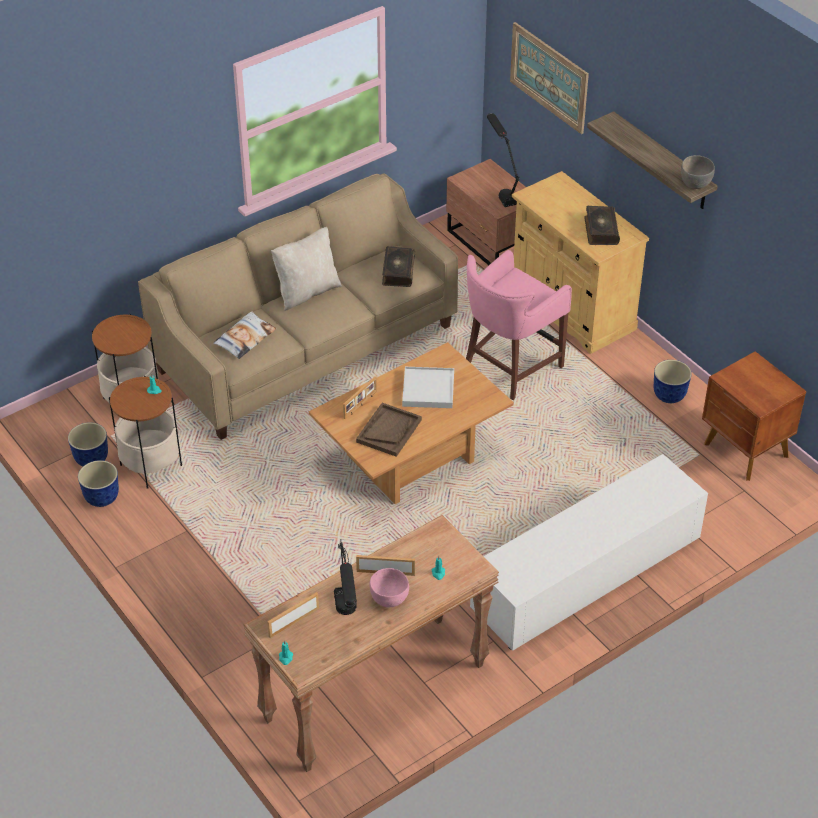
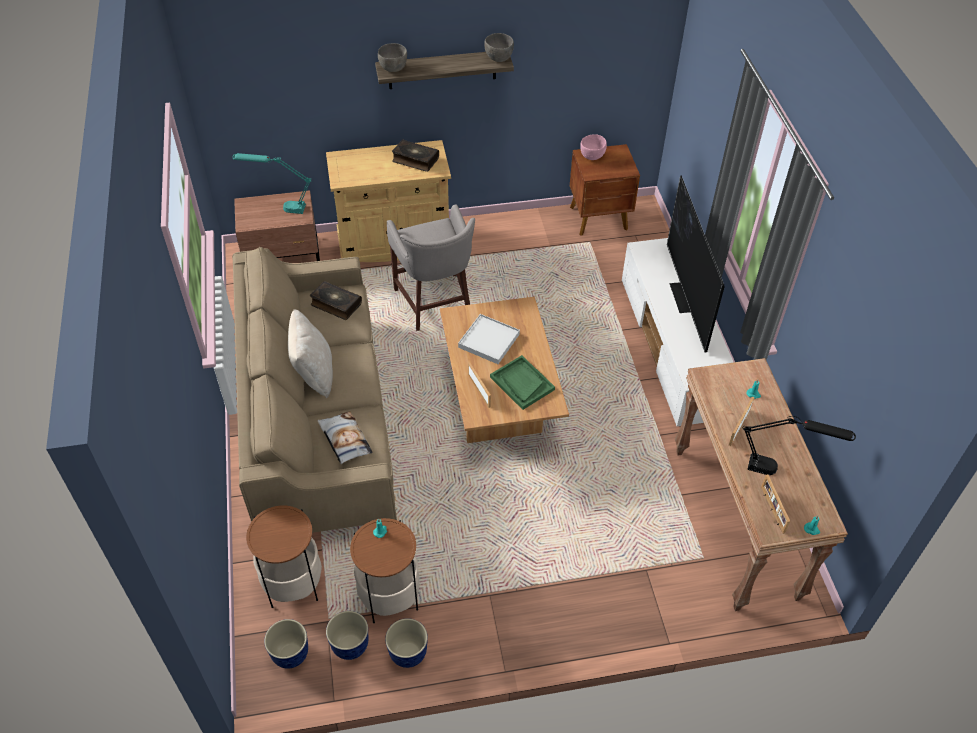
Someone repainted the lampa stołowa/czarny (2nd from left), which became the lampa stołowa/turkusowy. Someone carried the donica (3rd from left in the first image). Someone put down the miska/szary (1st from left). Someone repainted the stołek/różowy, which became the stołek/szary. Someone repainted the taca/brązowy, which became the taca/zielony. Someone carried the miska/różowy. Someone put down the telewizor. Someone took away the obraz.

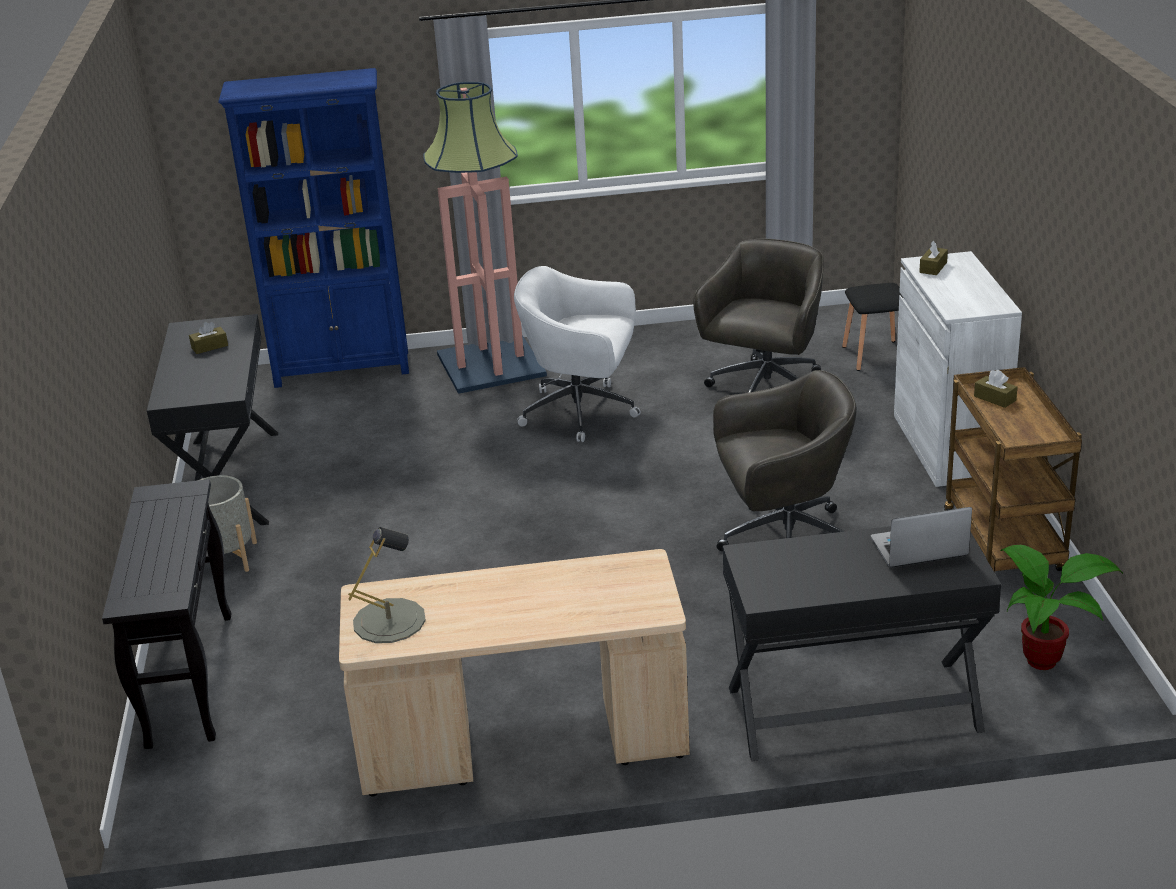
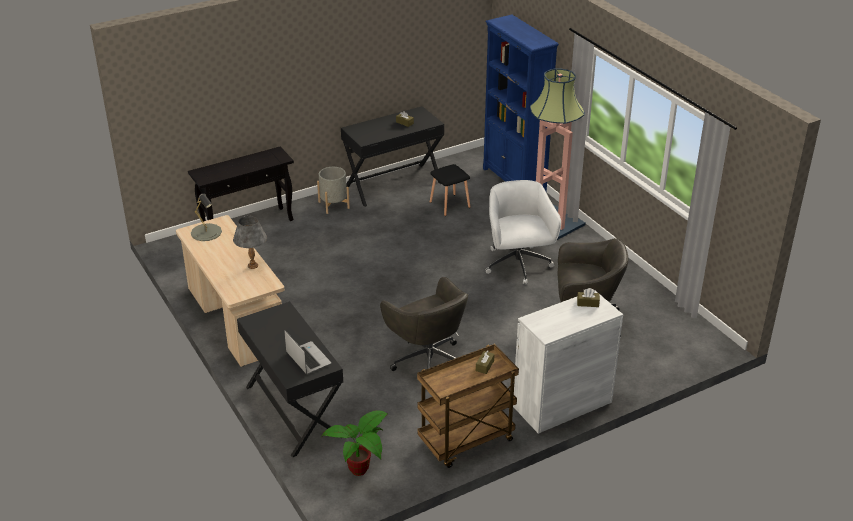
Someone put down the lampa stołowa/szary (2nd from left). Someone carried the stołek/czarny.

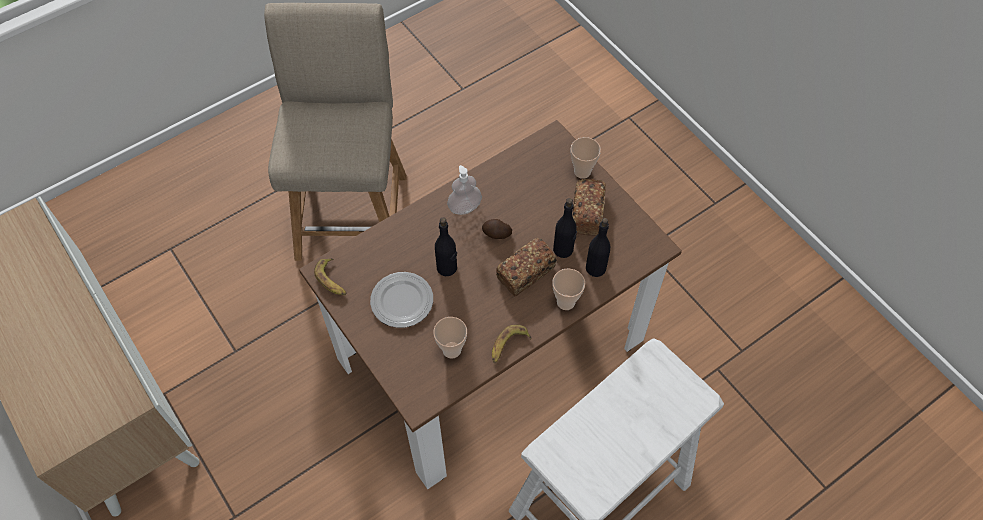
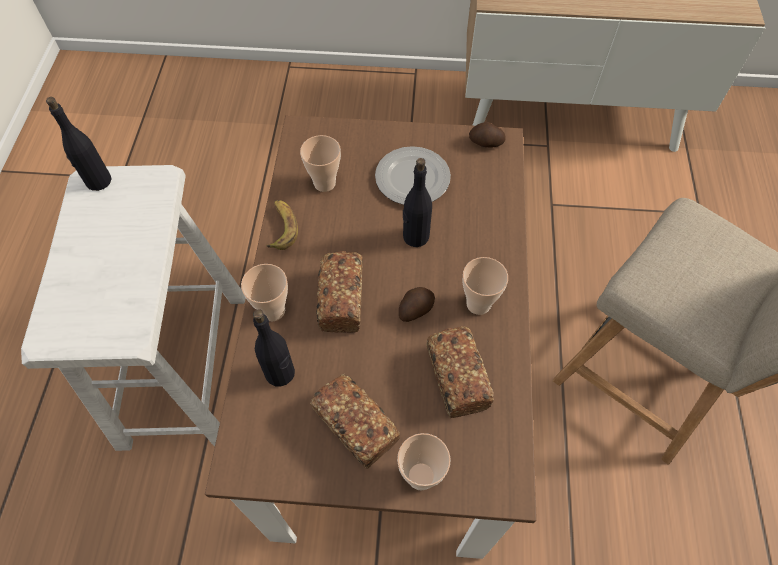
Someone carried the butelka/czarny (2nd from left in the first image). Someone put down the chleb (3rd from left). Someone swapped the dozownik mydła for the filiżanka (4th from left). Someone swapped the banan (1st from left) for the ziemniak (2nd from left).

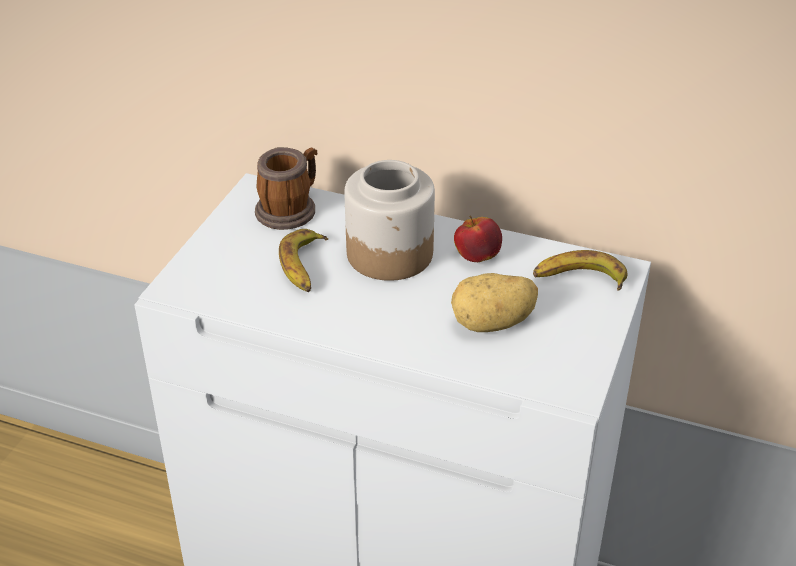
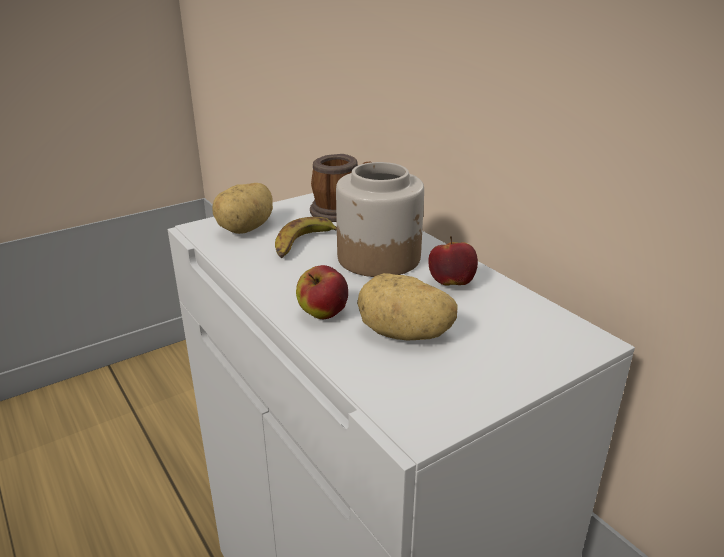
Someone put down the ziemniak (1st from left). Someone put down the jabłko (1st from left). Someone took away the banan (2nd from left).

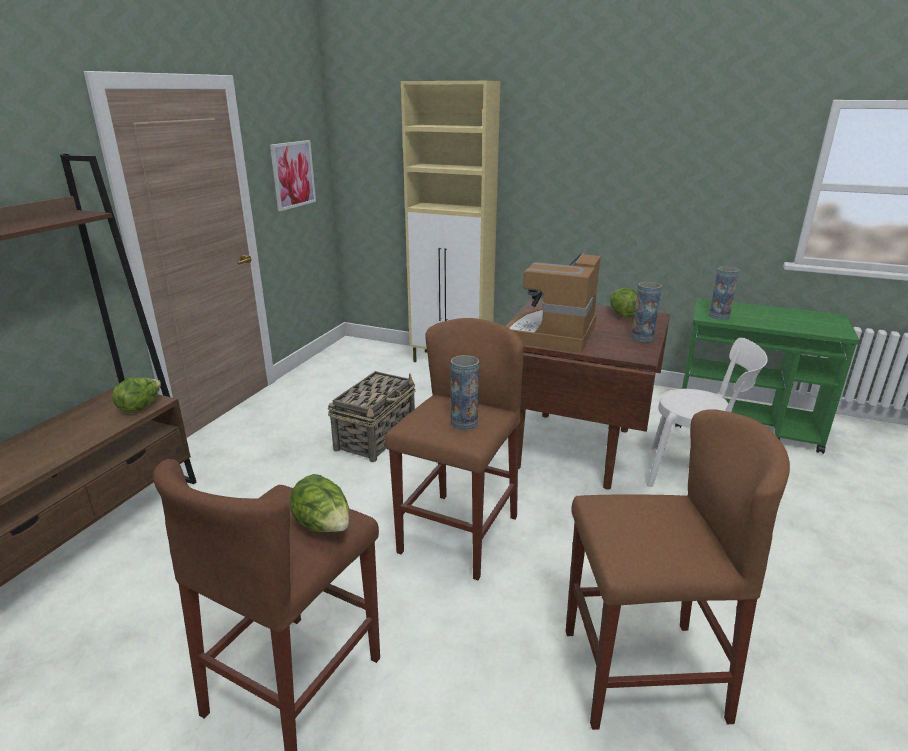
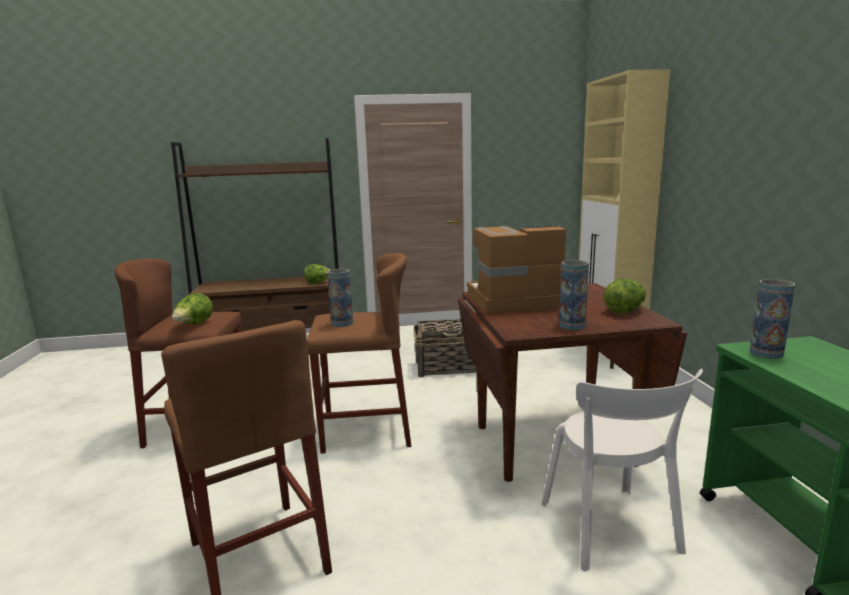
Someone took away the obraz.

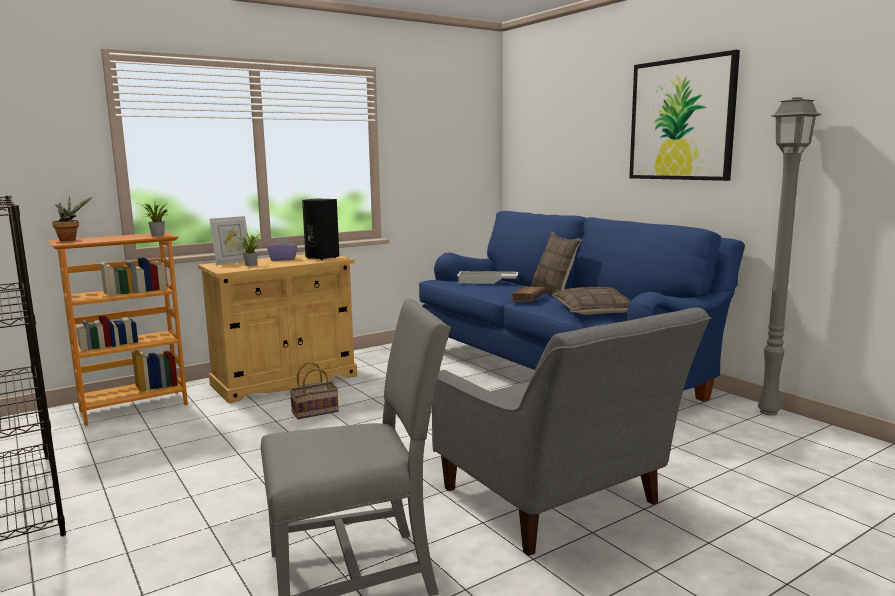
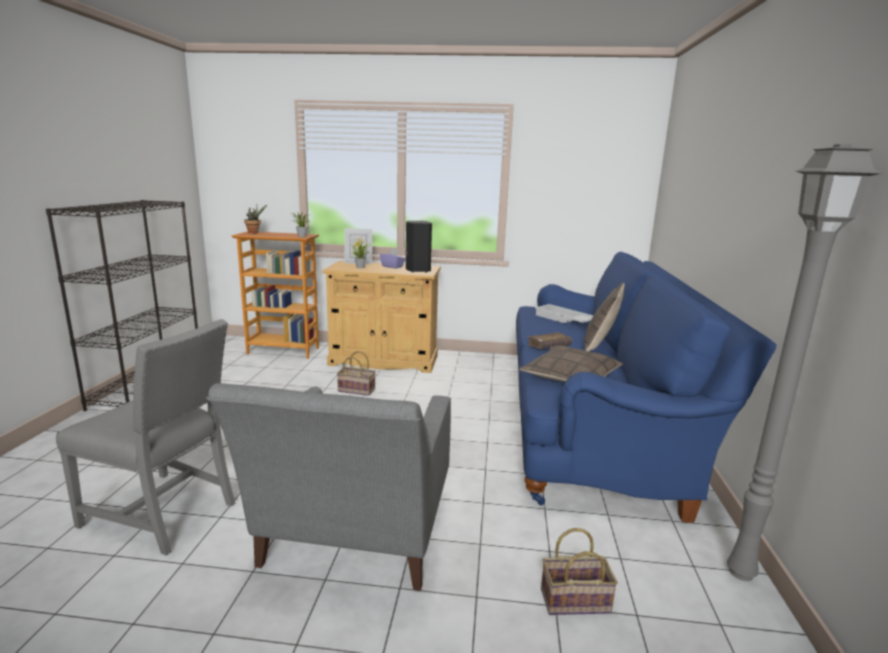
Someone put down the koszyk (2nd from left). Someone took away the obraz.

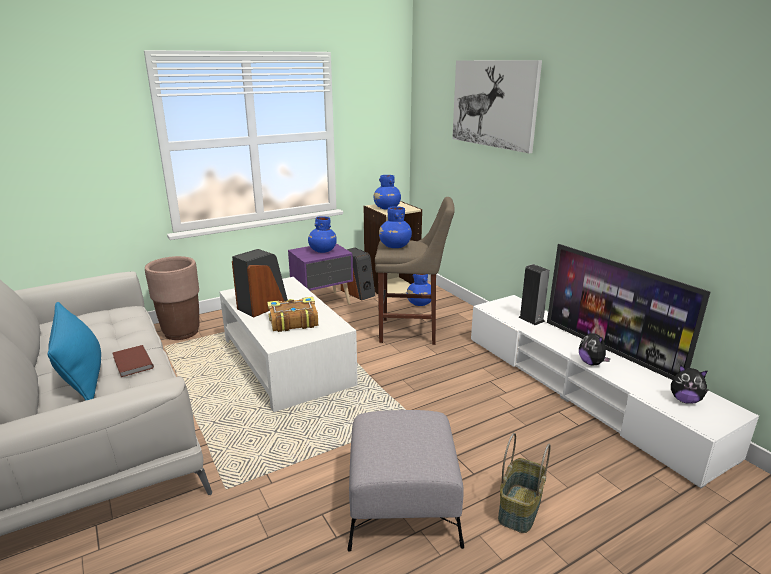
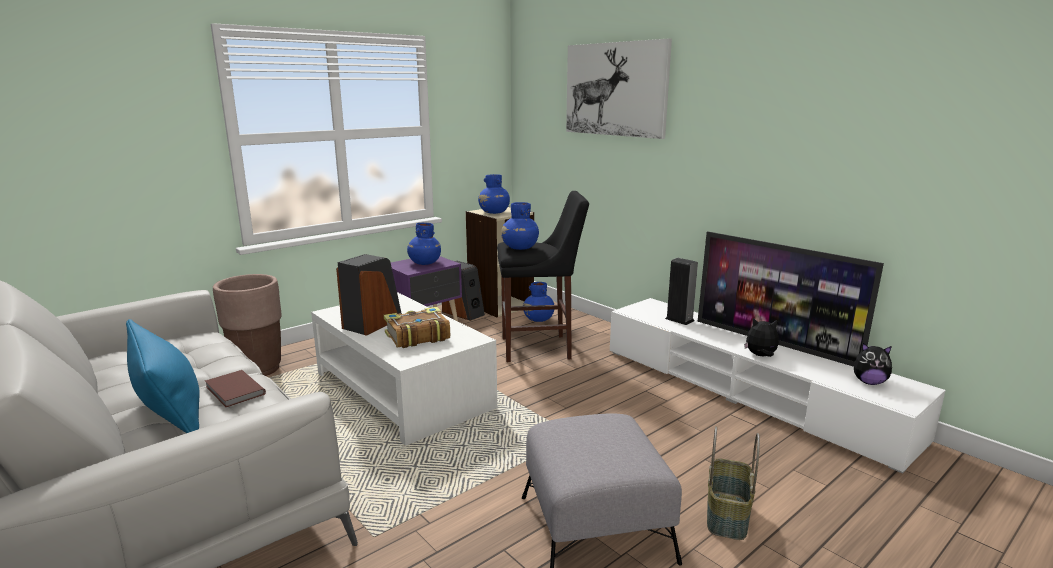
Someone repainted the stołek/beżowy, which became the stołek/czarny. Someone rotated the pluszak (1st from left) by 135 degrees clockwise.

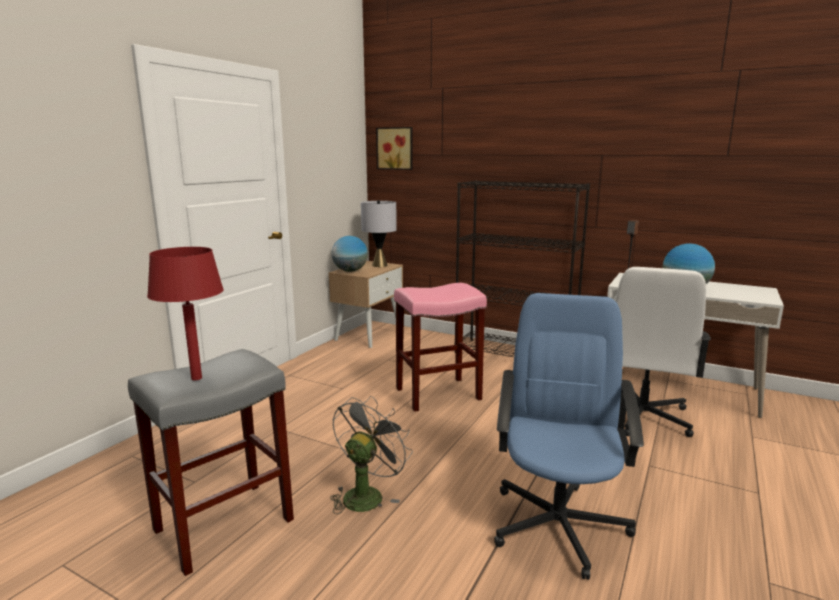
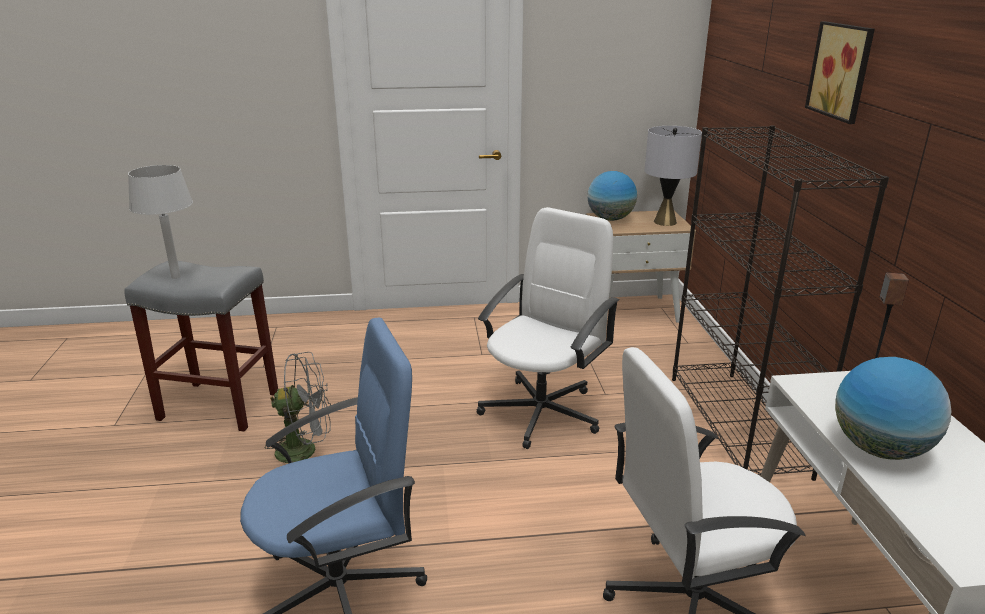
Someone repainted the lampa stołowa/czerwony, which became the lampa stołowa/szary (1st from left). Someone swapped the stołek/różowy for the krzesło biurowe/biały (1st from left). Someone carried the obraz.

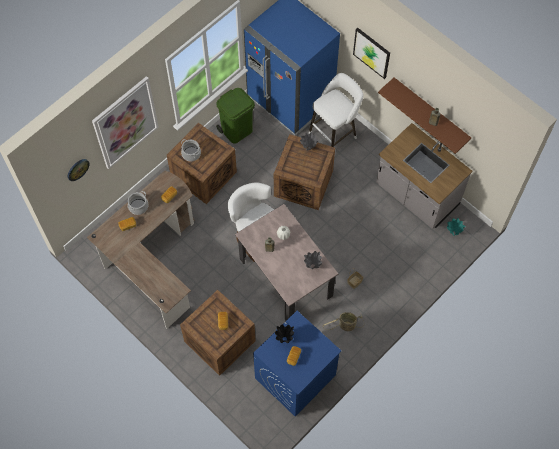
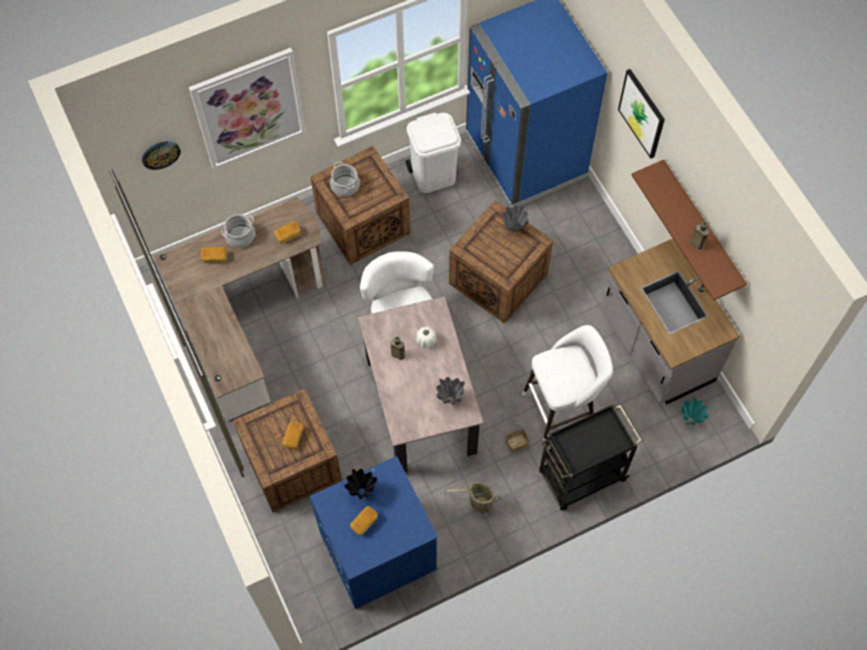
Someone repainted the kosz na śmieci/zielony, which became the kosz na śmieci/biały. Someone carried the stołek/biały. Someone put down the wózek/czarny.

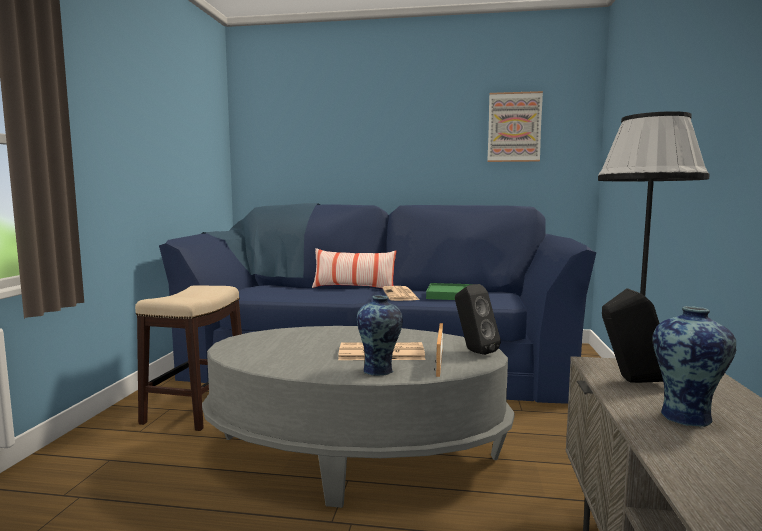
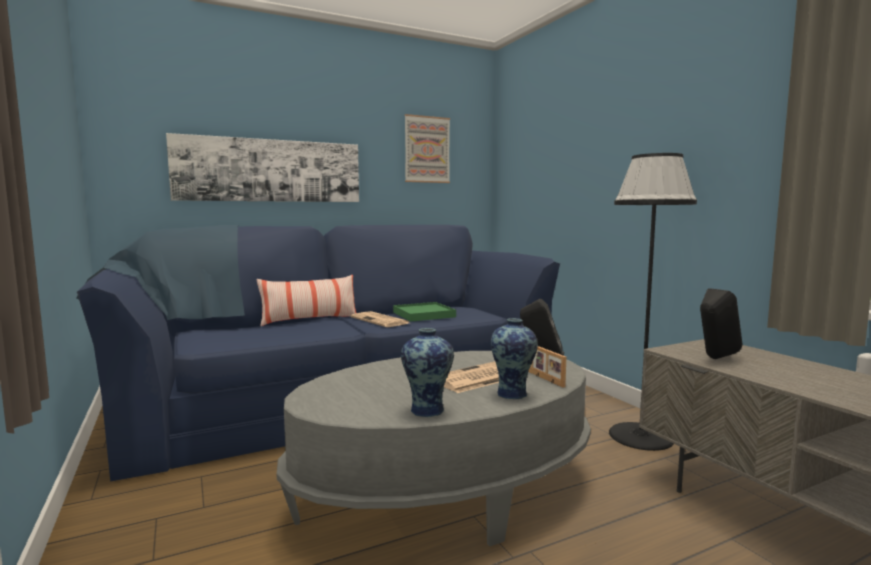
Someone put up the obraz (1st from left). Someone carried the wazon (2nd from left in the first image). Someone took away the stołek.

